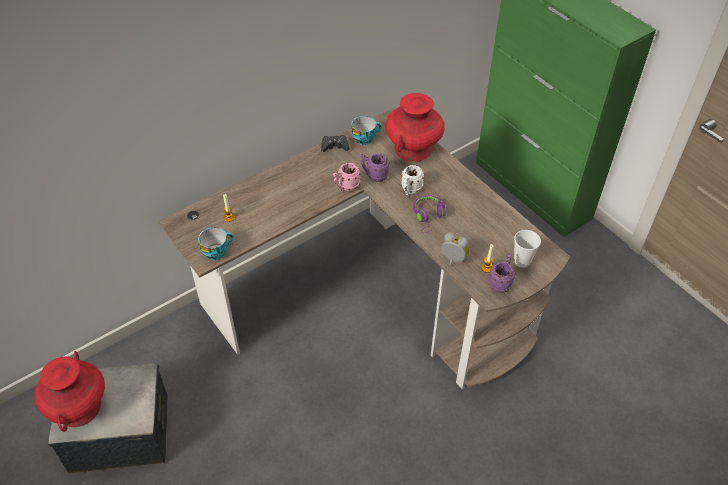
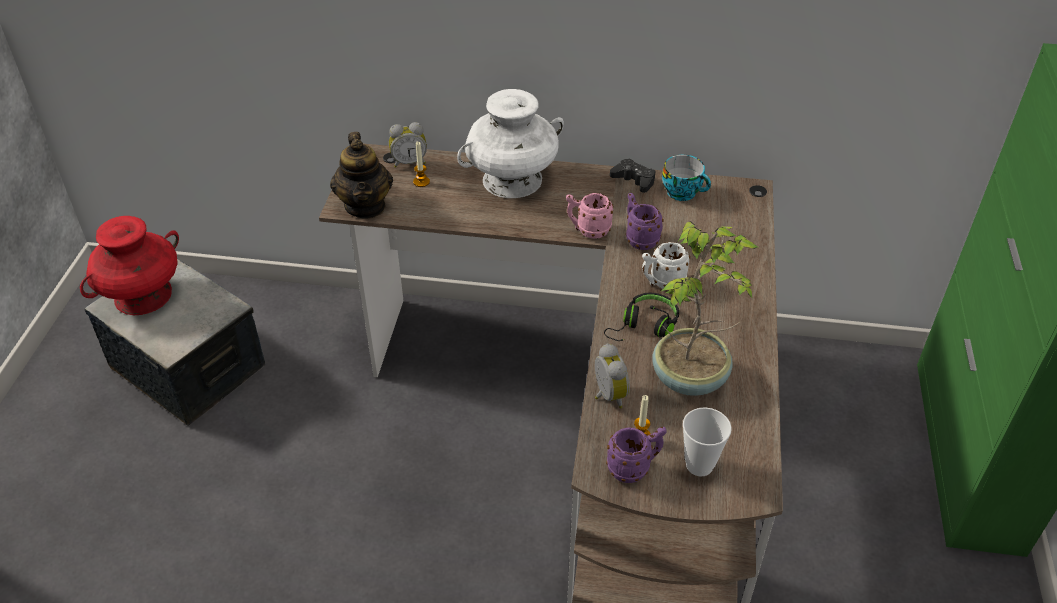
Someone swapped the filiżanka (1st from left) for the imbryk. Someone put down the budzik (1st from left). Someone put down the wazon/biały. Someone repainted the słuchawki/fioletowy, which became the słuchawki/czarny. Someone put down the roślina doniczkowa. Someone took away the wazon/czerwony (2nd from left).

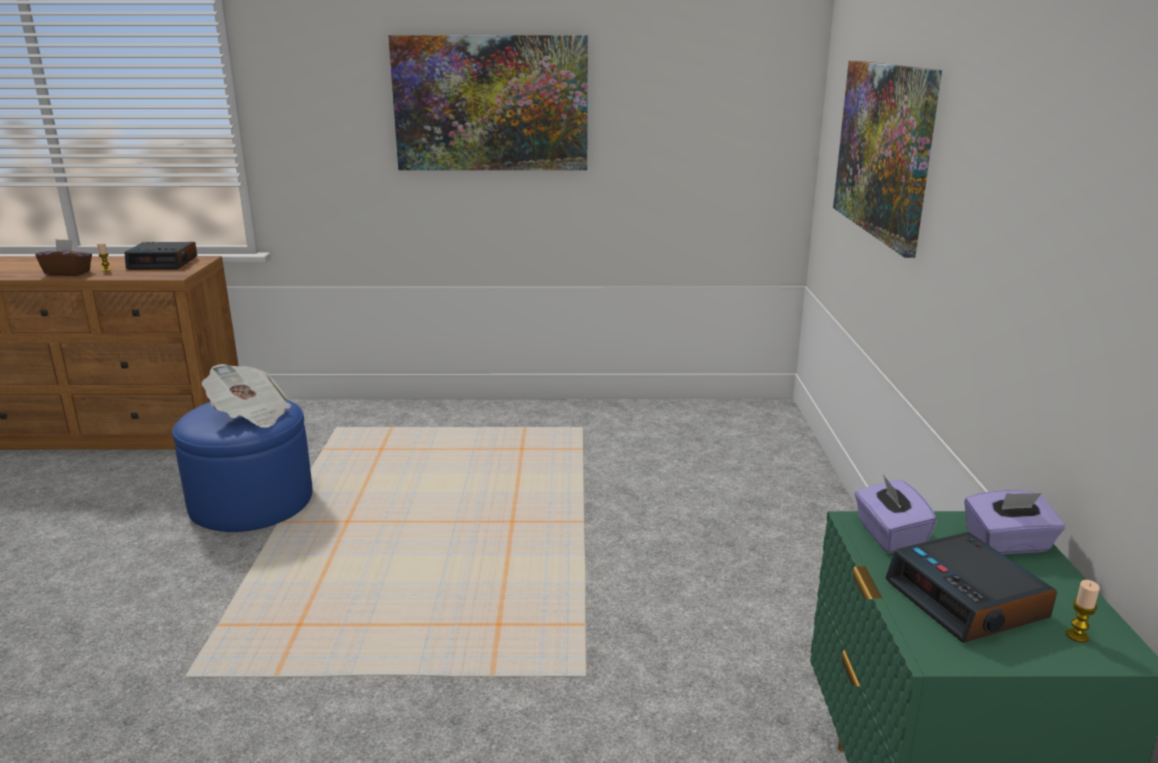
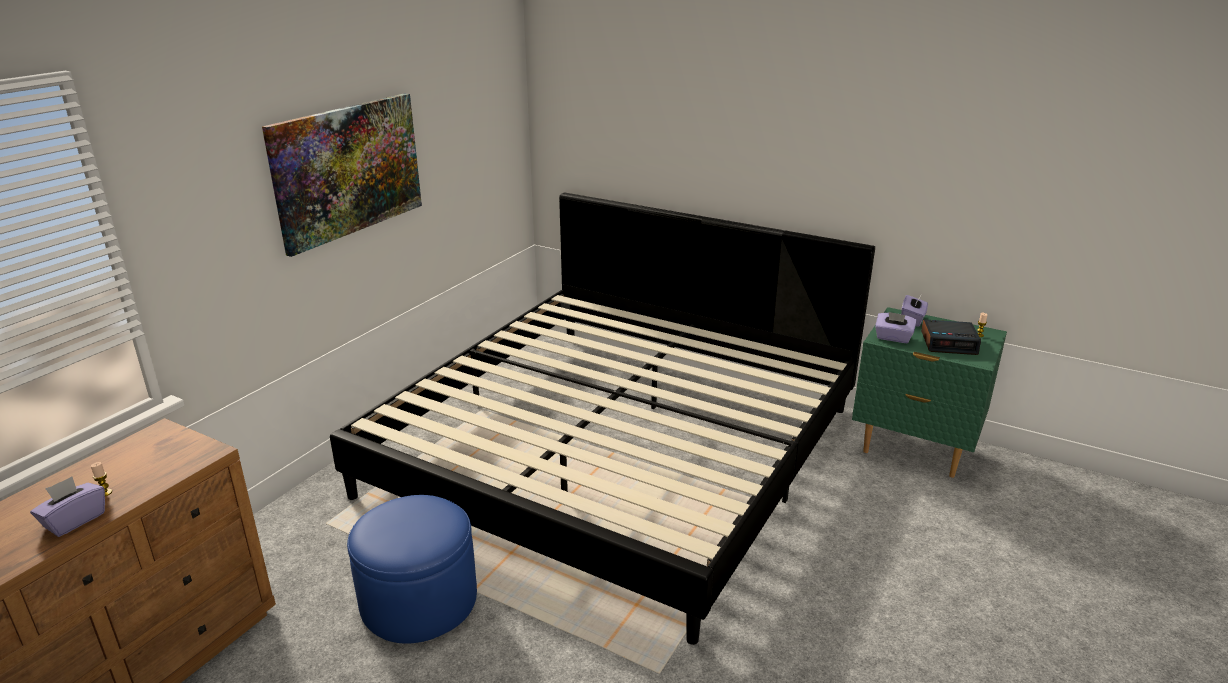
Someone repainted the pudełko chusteczek/brązowy, which became the pudełko chusteczek/fioletowy (1st from left). Someone put down the łóżko. Someone took away the budzik (1st from left). Someone took away the gazeta. Someone took away the obraz (2nd from left).

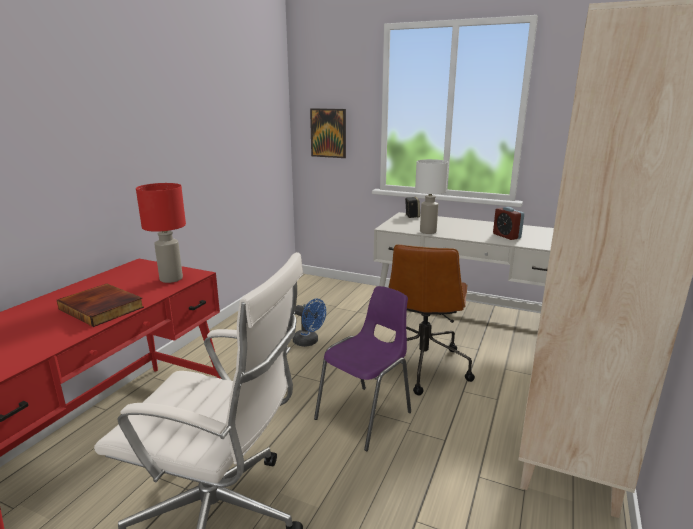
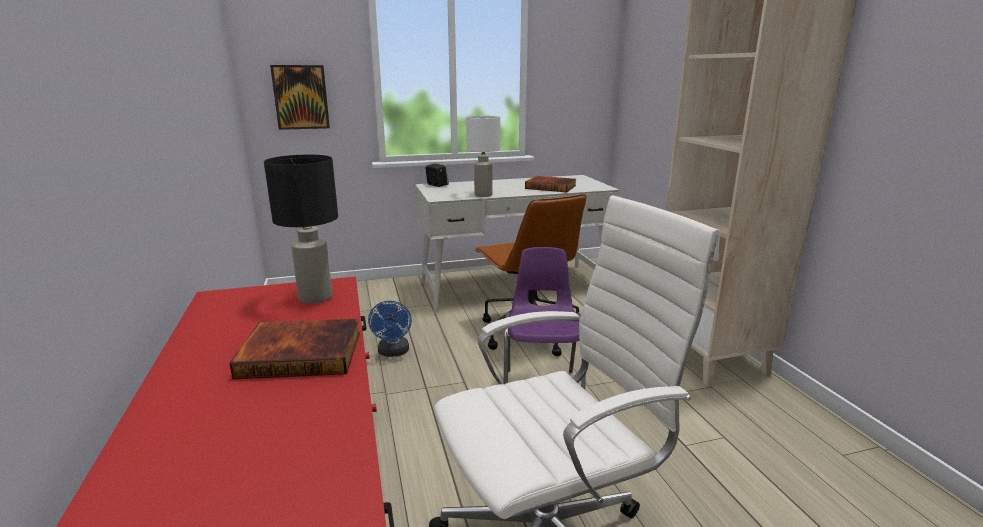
Someone repainted the lampa stołowa/czerwony, which became the lampa stołowa/czarny. Someone rotated the wentylator/niebieski by 90 degrees clockwise. Someone swapped the budzik for the książka (2nd from left).

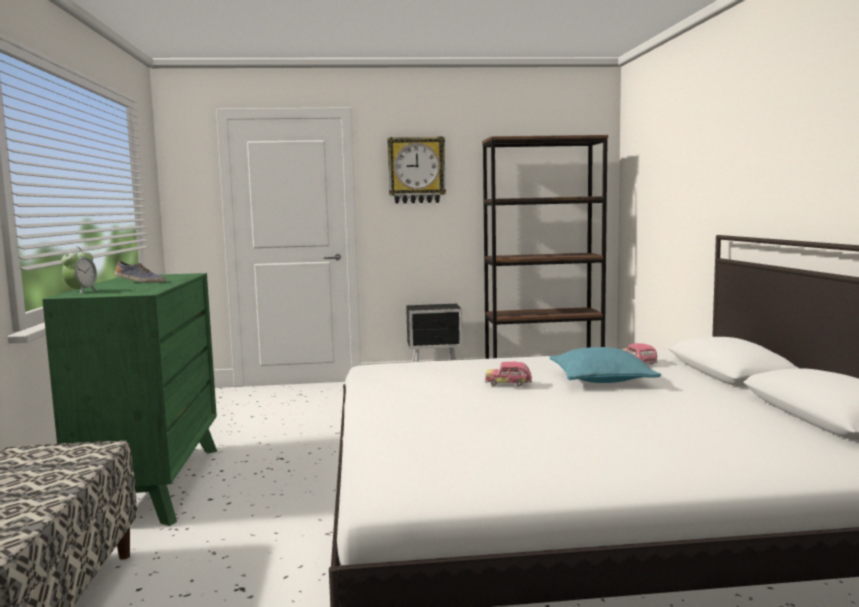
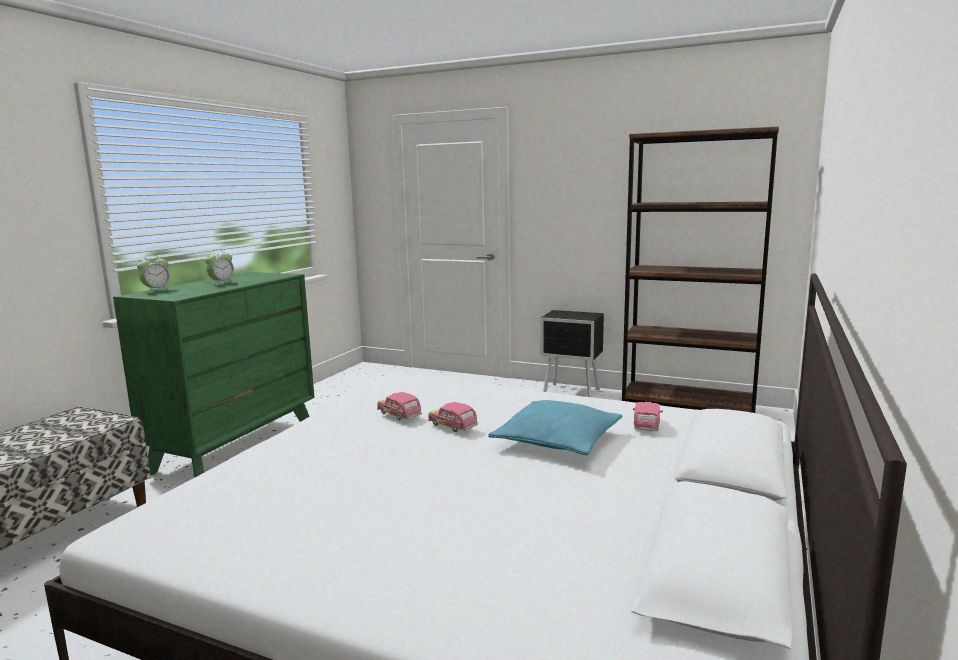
Someone swapped the but for the budzik (2nd from left). Someone put down the samochodzik (1st from left). Someone took away the zegar ścienny.

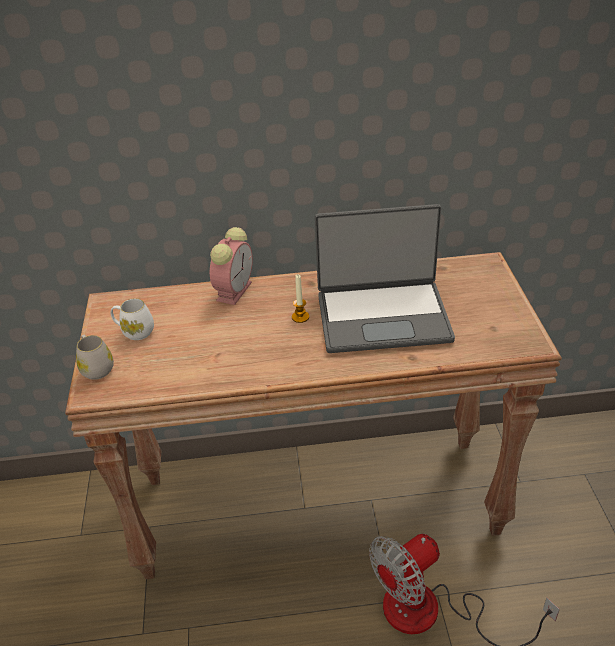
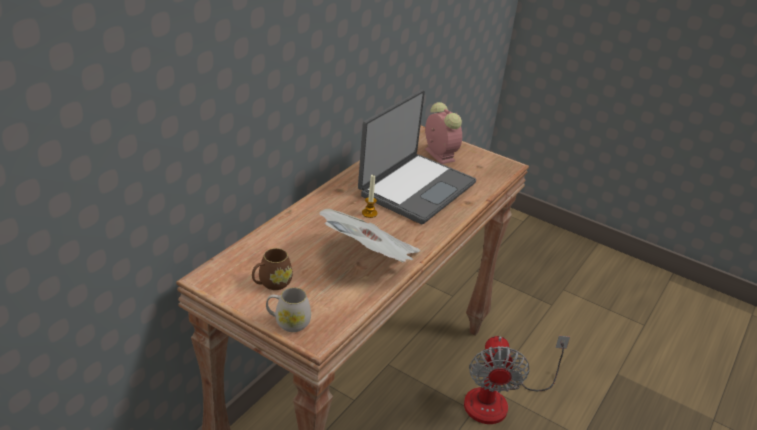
Someone repainted the kubek/biały (2nd from left), which became the kubek/brązowy. Someone put down the gazeta. Someone carried the budzik.

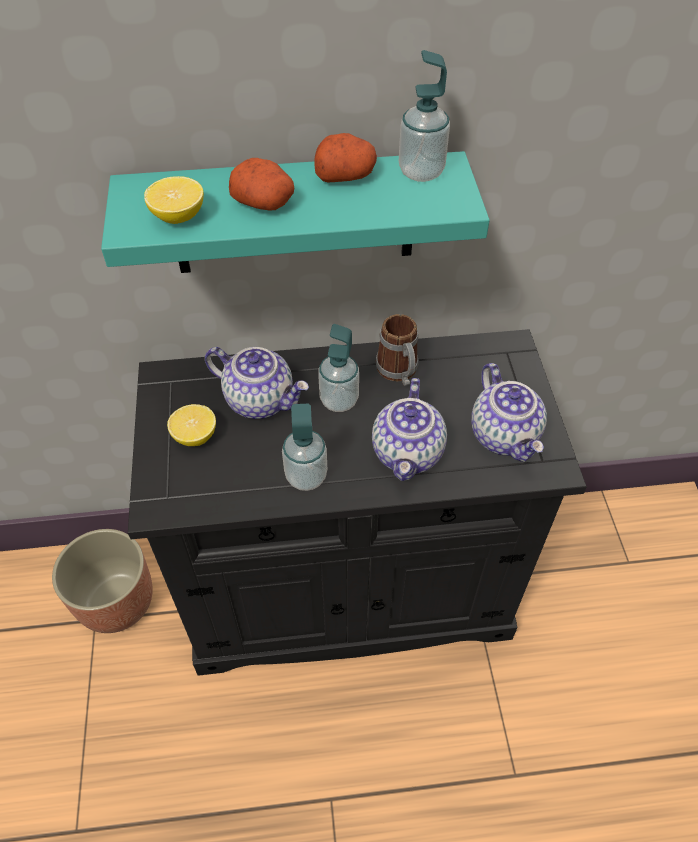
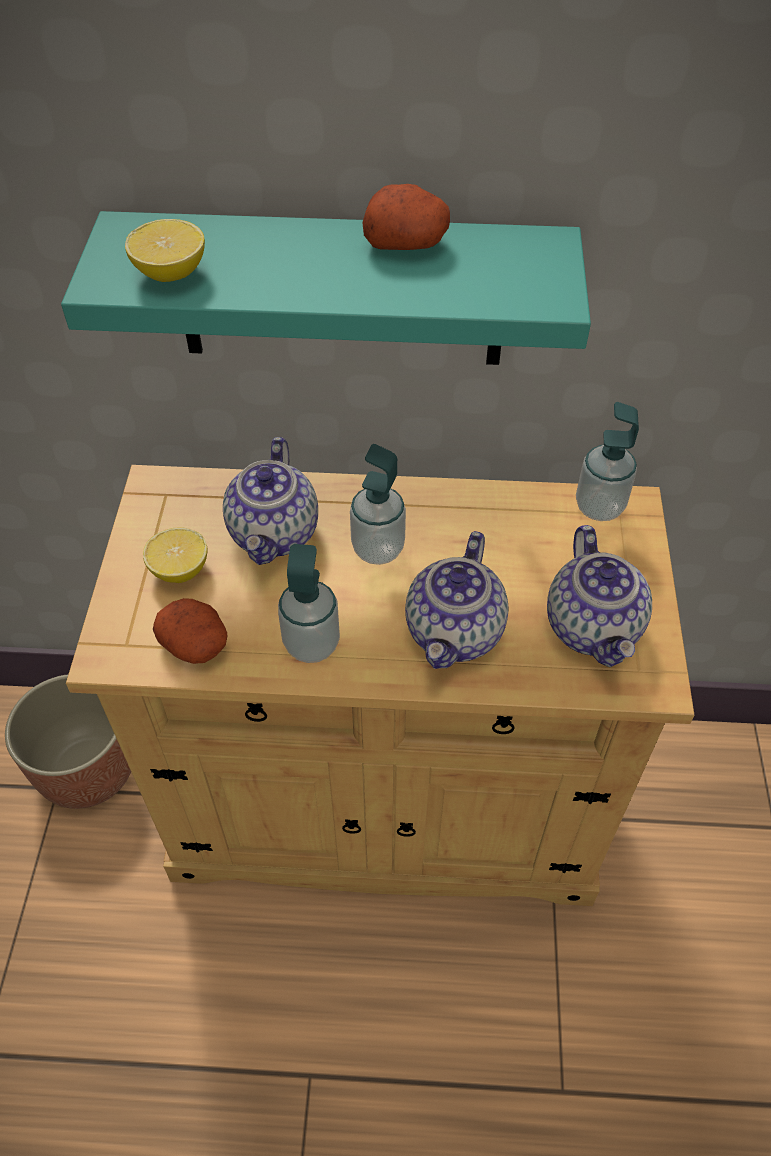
Someone repainted the szafka/czarny, which became the szafka/beżowy. Someone carried the ziemniak (1st from left). Someone rotated the imbryk (1st from left) by 60 degrees clockwise. Someone carried the dozownik mydła (3rd from left). Someone took away the kubek.

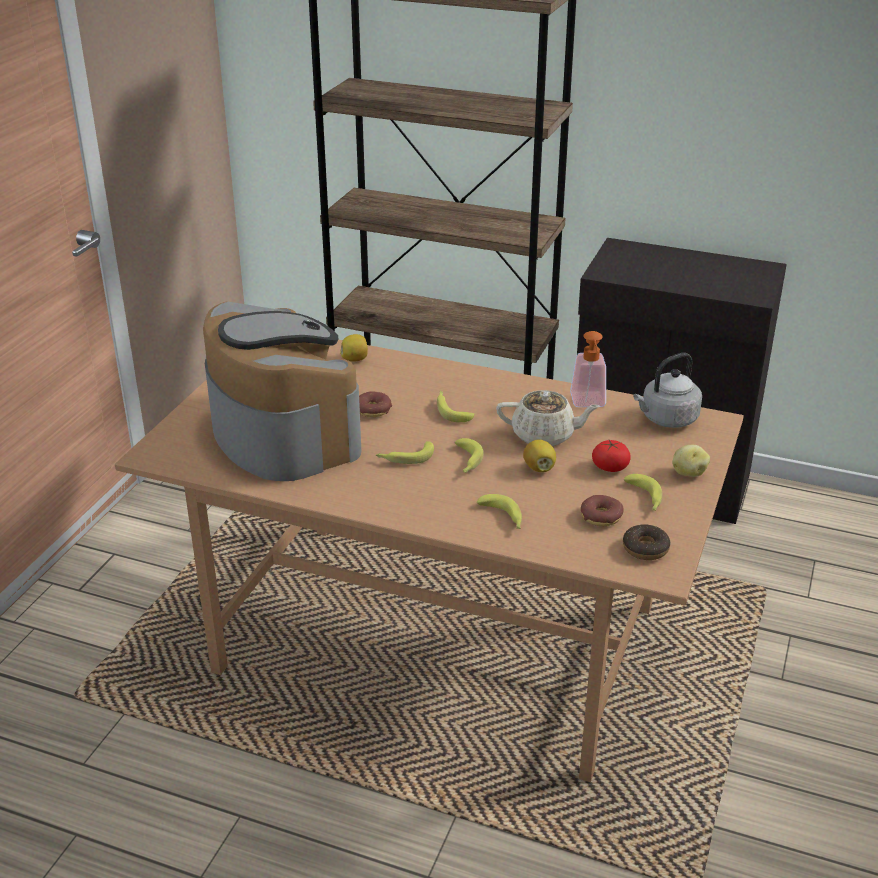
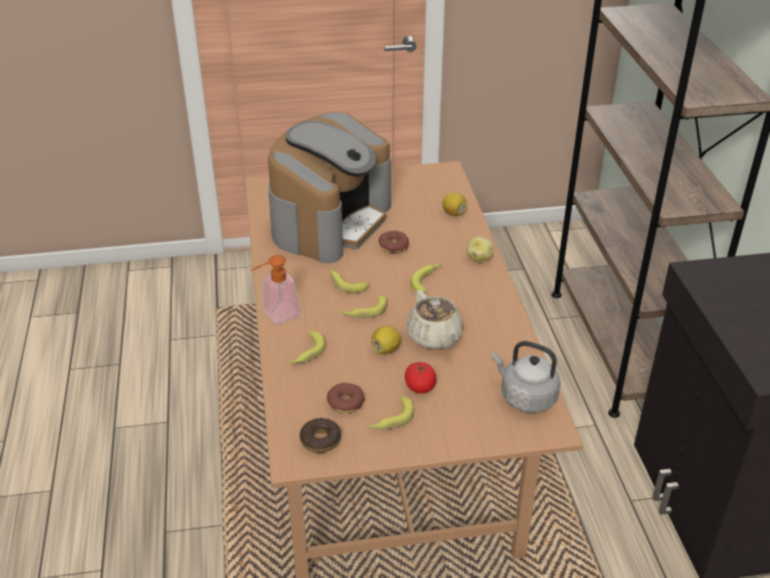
Someone carried the dozownik mydła. Someone carried the ziemniak.

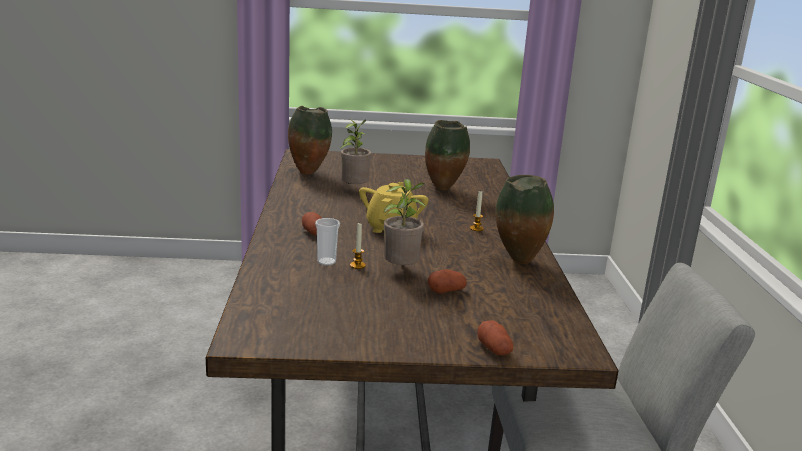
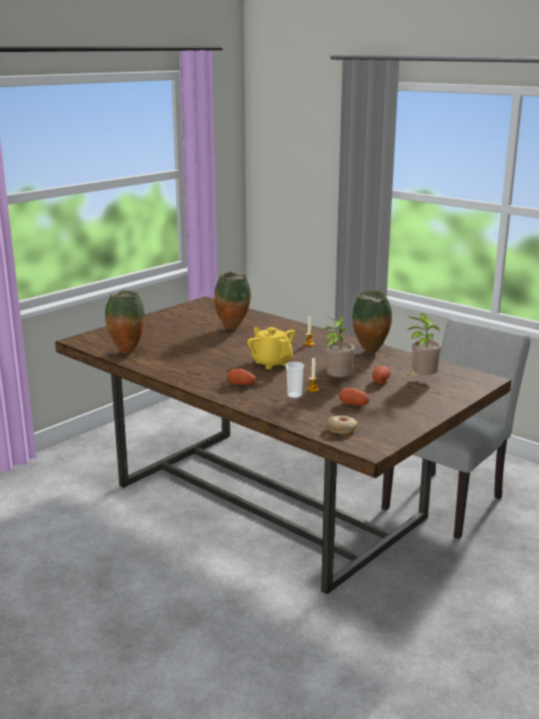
Someone put down the donut. Someone carried the ziemniak (3rd from left in the first image). Someone carried the roślina doniczkowa (1st from left in the first image).

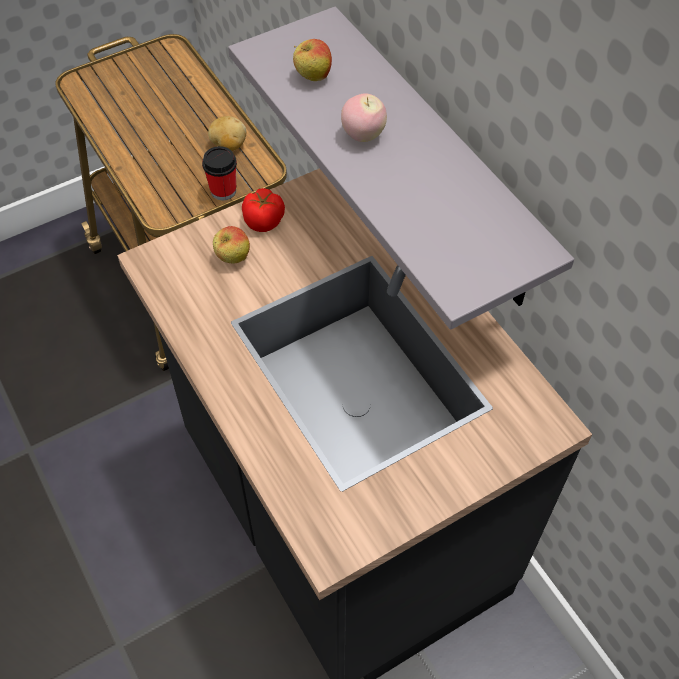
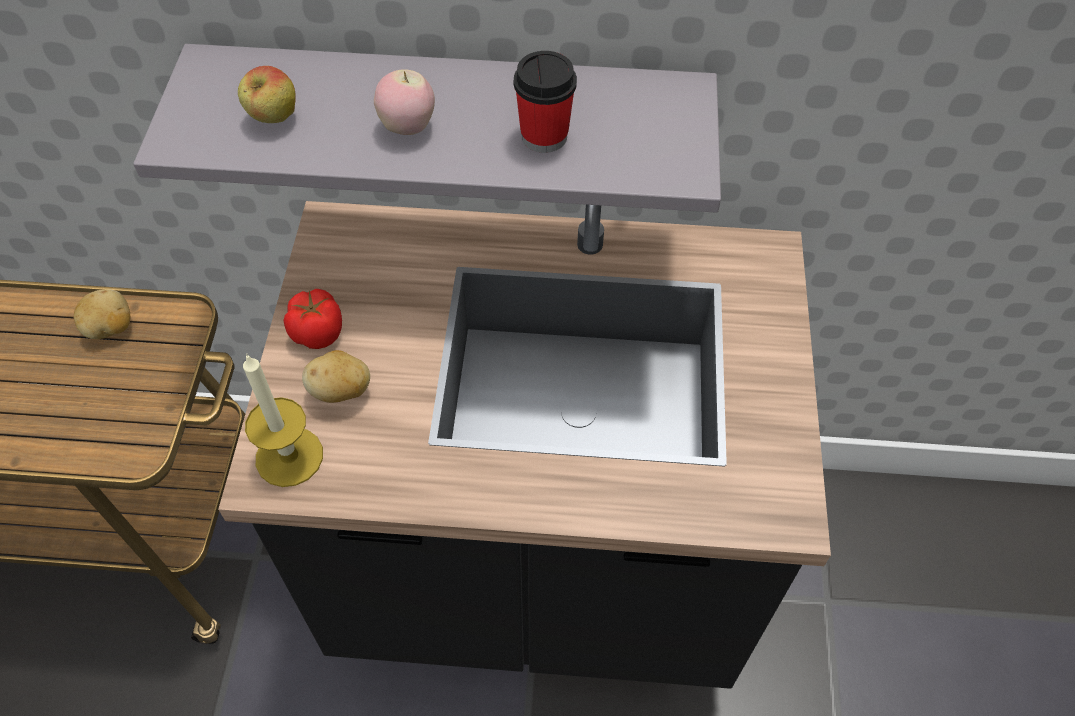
Someone put down the świeca. Someone swapped the jabłko (1st from left) for the ziemniak (2nd from left). Someone carried the filiżanka.

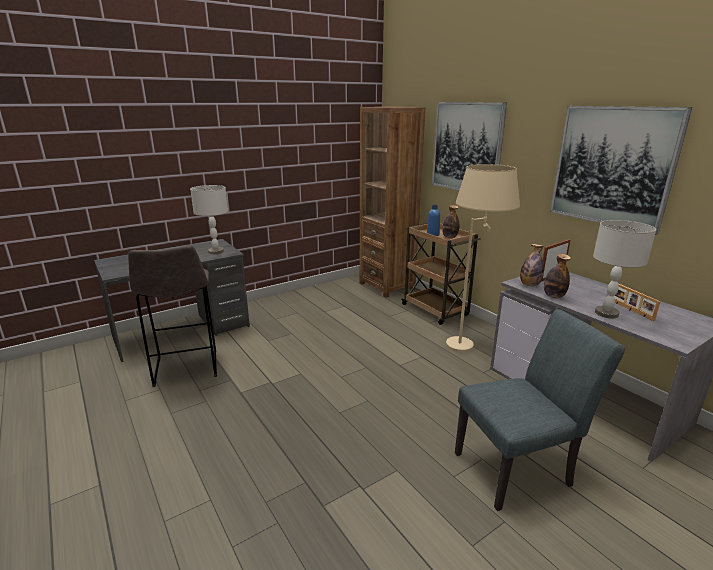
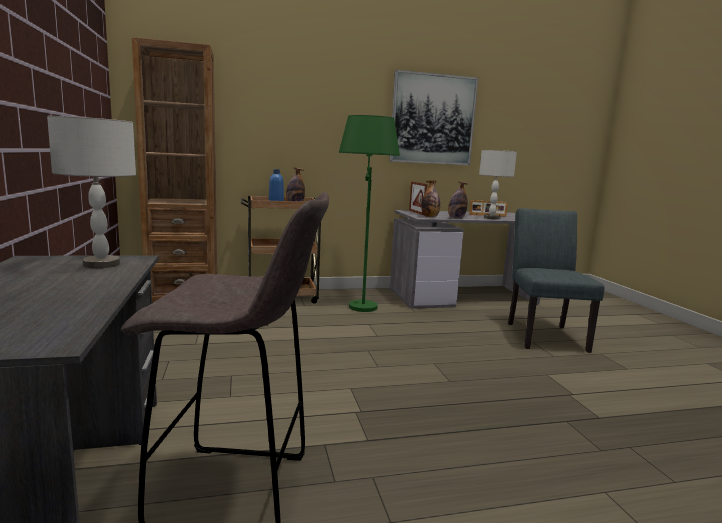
Someone repainted the lampa stojąca/beżowy, which became the lampa stojąca/zielony. Someone took away the obraz (1st from left).

